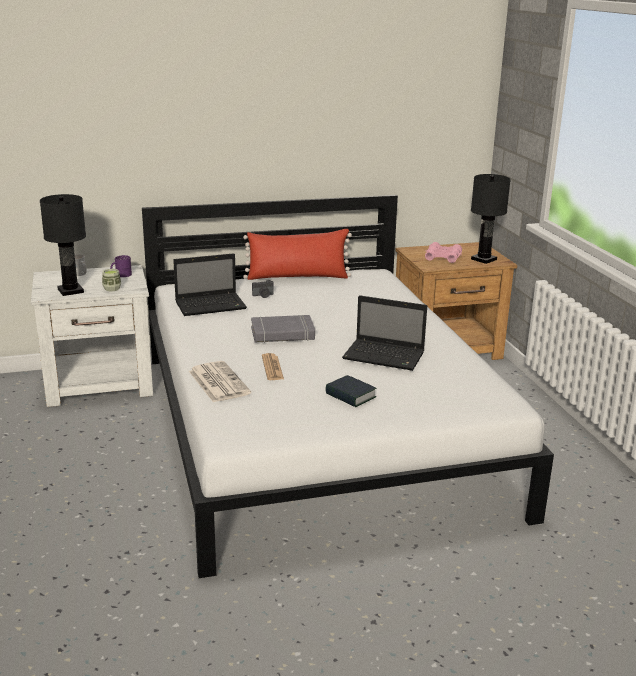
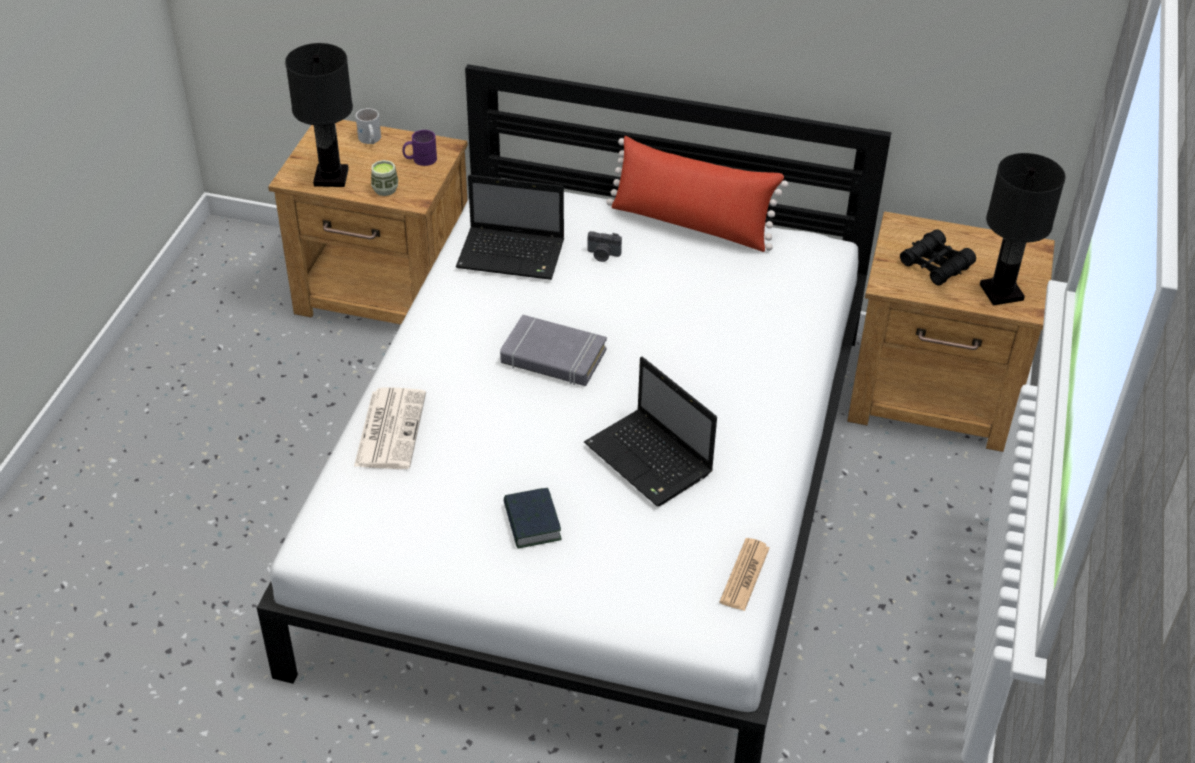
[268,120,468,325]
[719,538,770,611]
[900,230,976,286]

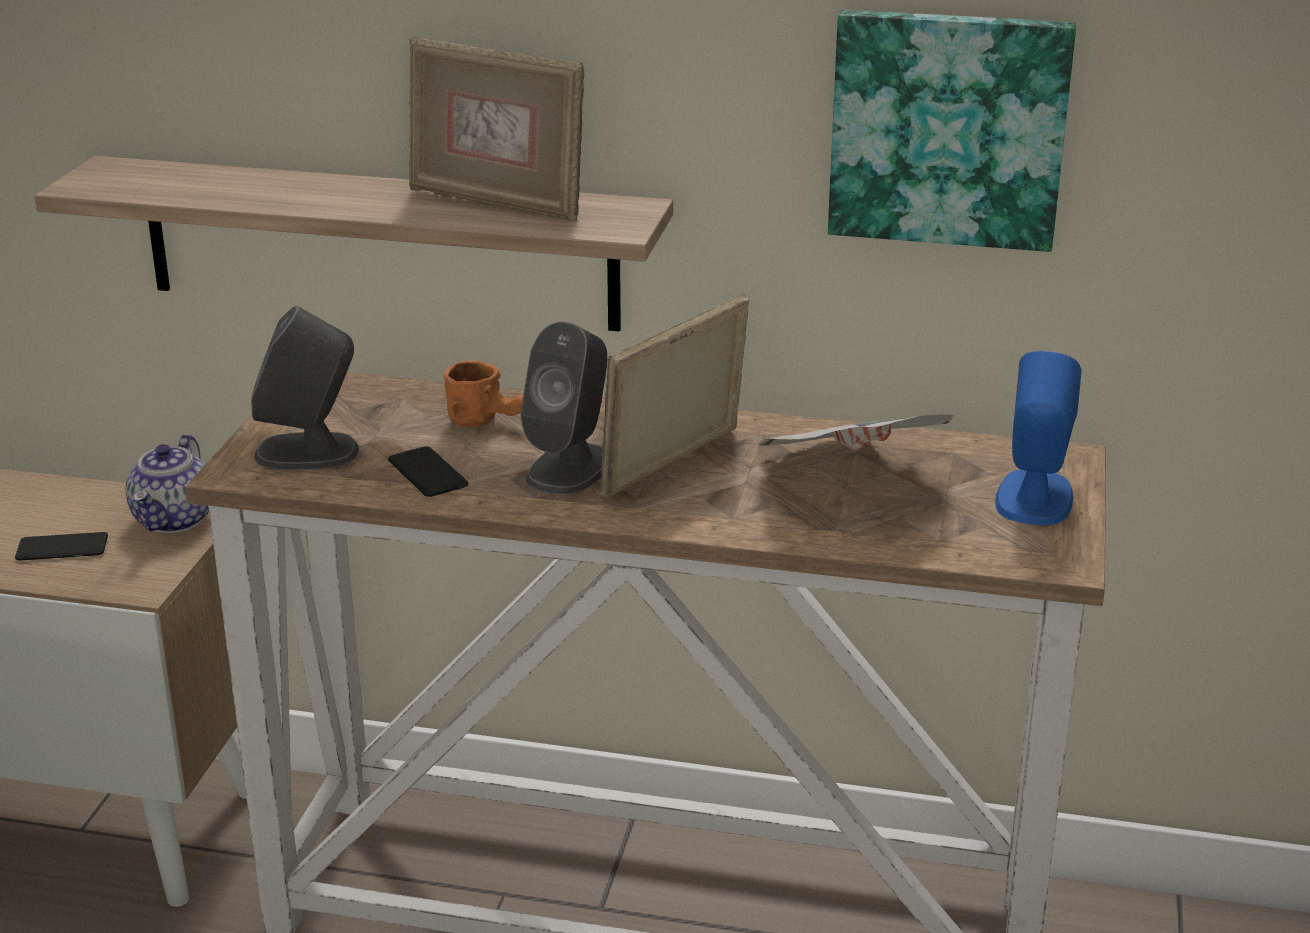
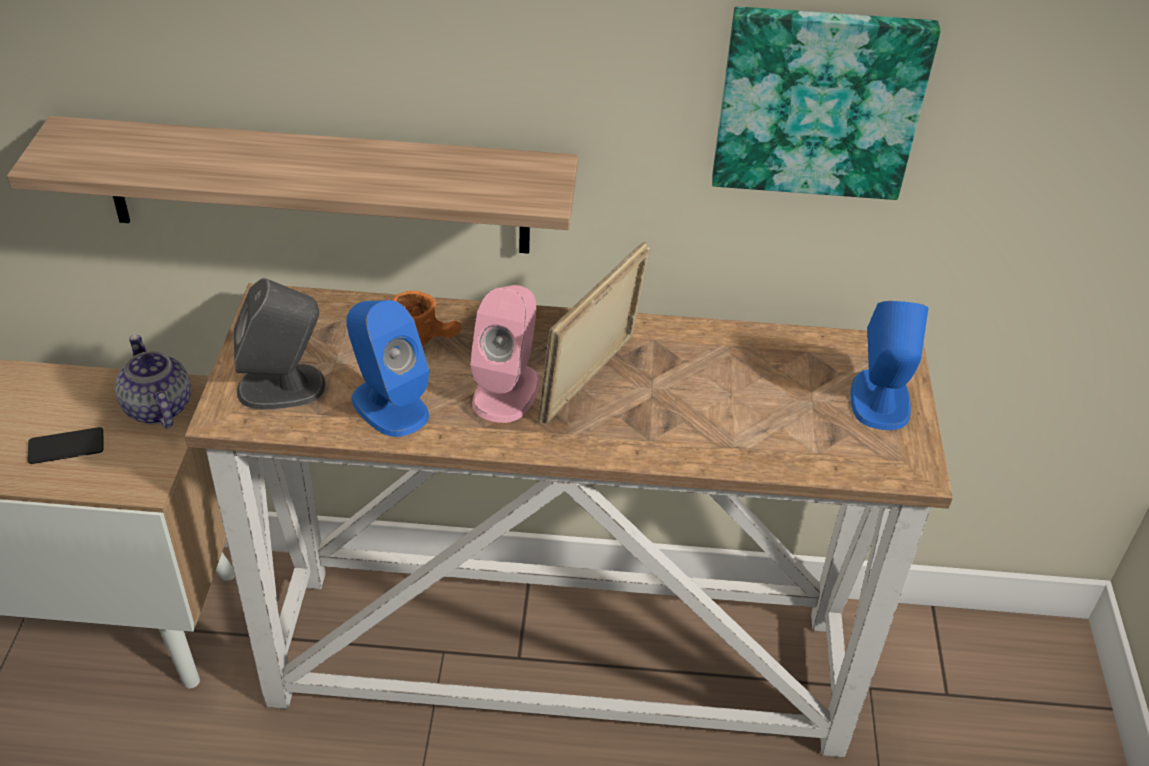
[115,335,191,429]
[347,300,429,437]
[409,36,584,221] (first image)
[470,285,540,423]
[759,415,954,451] (first image)

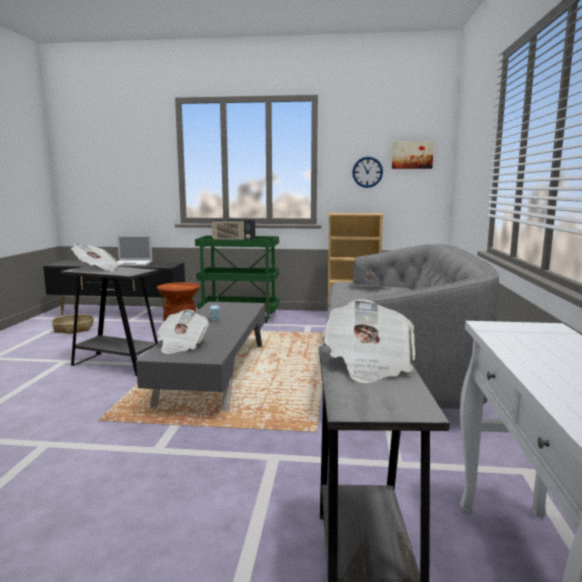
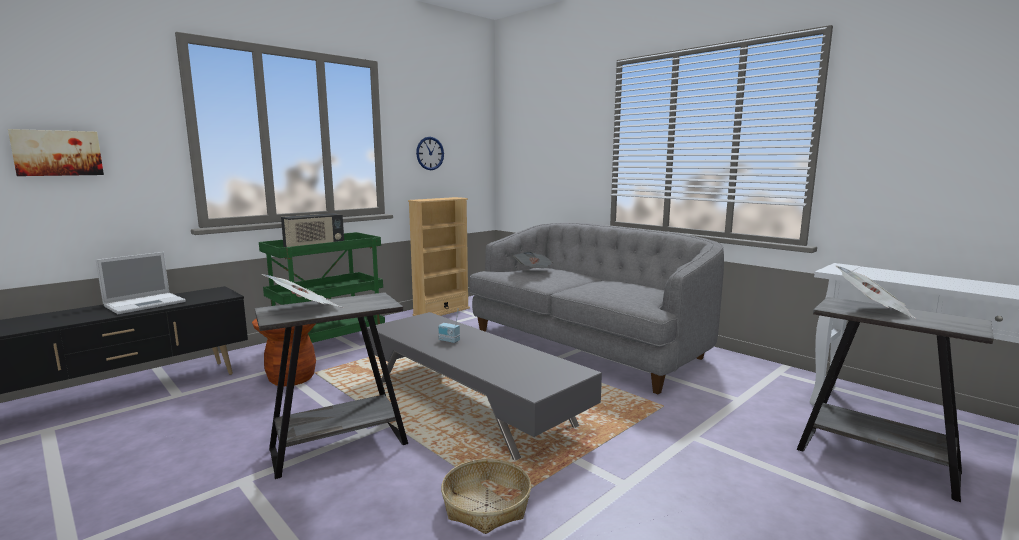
[441,459,531,534]
[157,310,209,354] (first image)
[8,129,104,176]

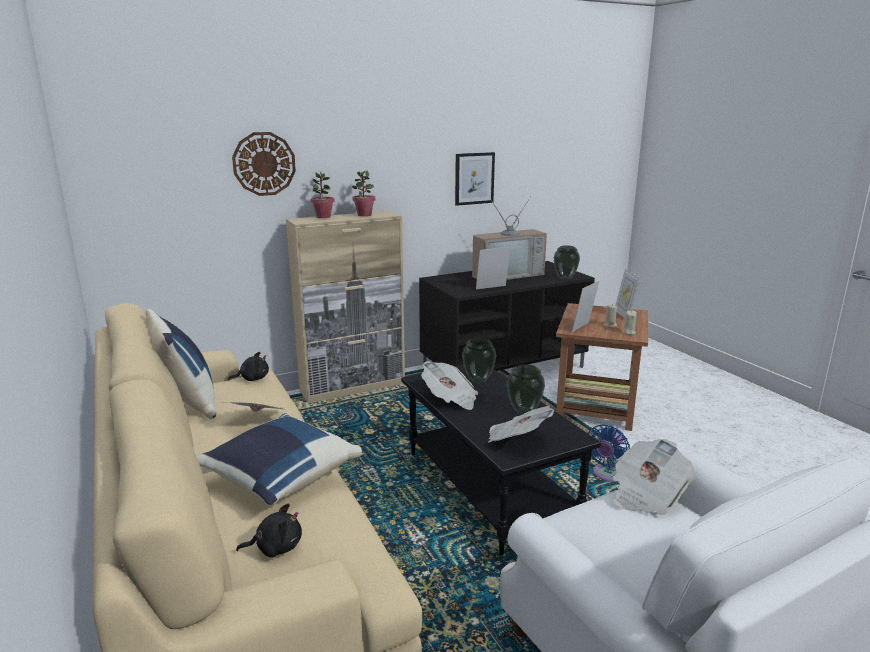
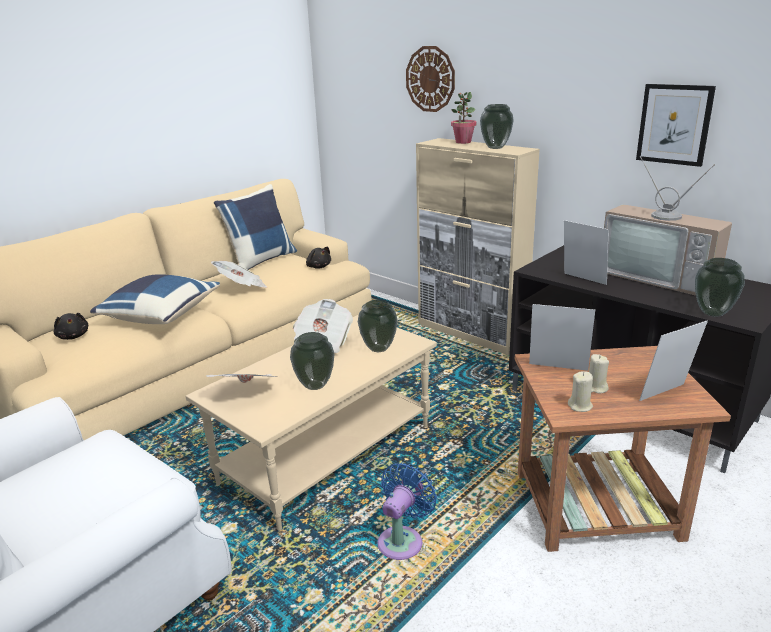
[480,104,514,149]
[185,315,437,530]
[377,463,437,560]
[613,439,695,515] (first image)

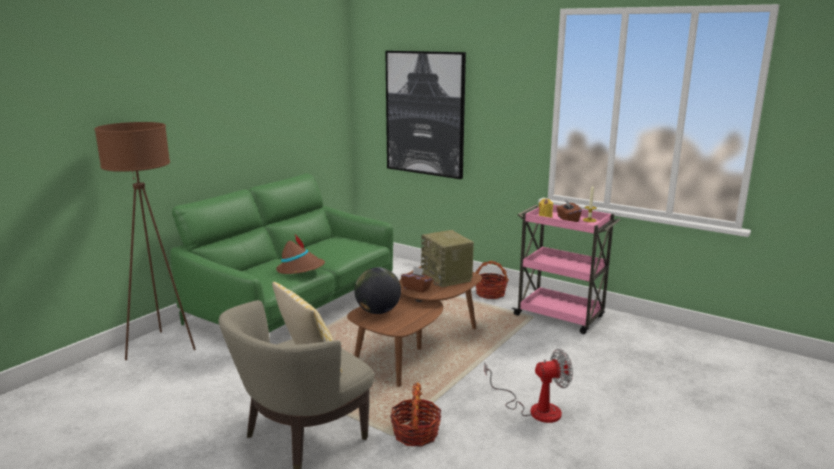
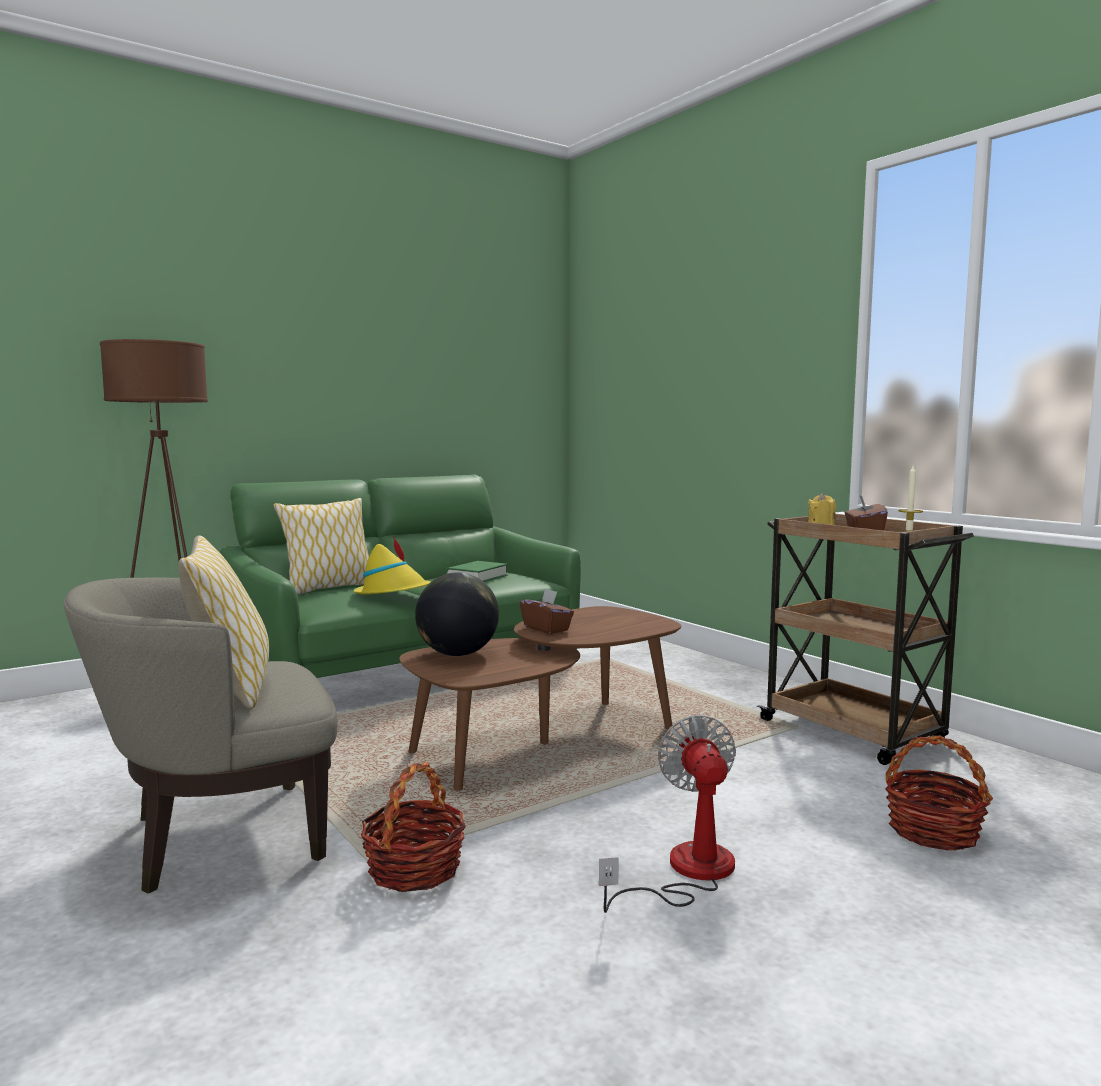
[353,536,431,595]
[385,51,466,179] (first image)
[421,230,474,287] (first image)
[885,735,993,851]
[599,715,736,913]
[757,513,974,765]
[274,498,369,595]
[446,561,508,582]

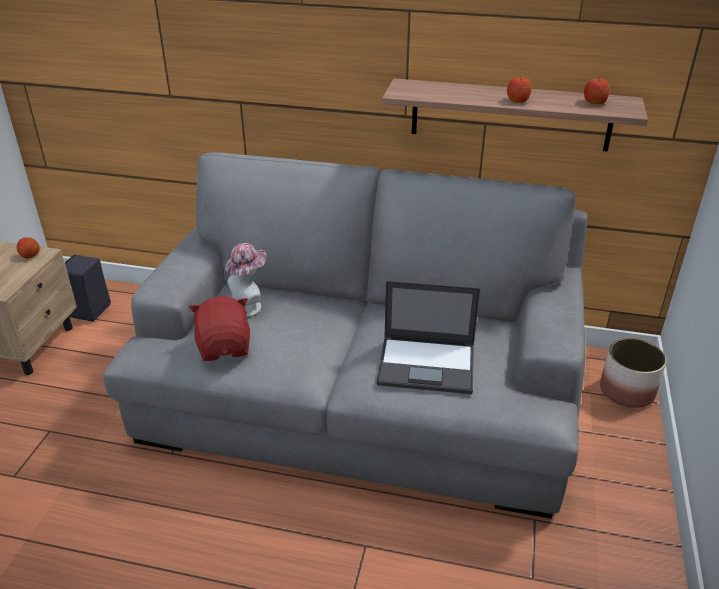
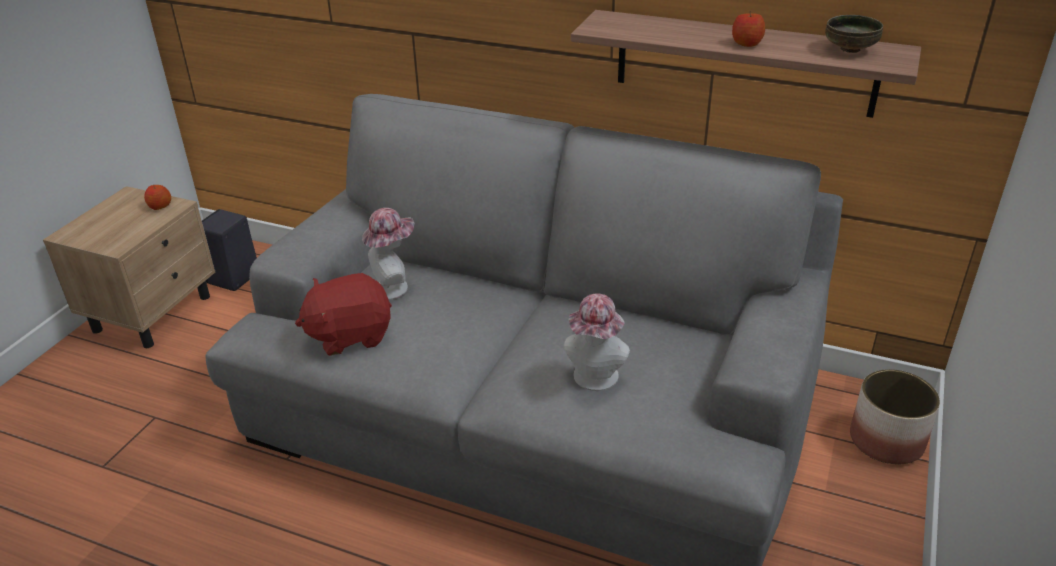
[295,273,392,356]
[564,293,630,391]
[825,15,883,53]

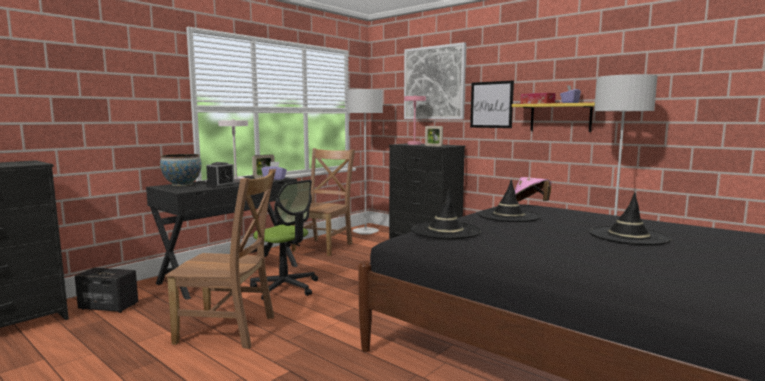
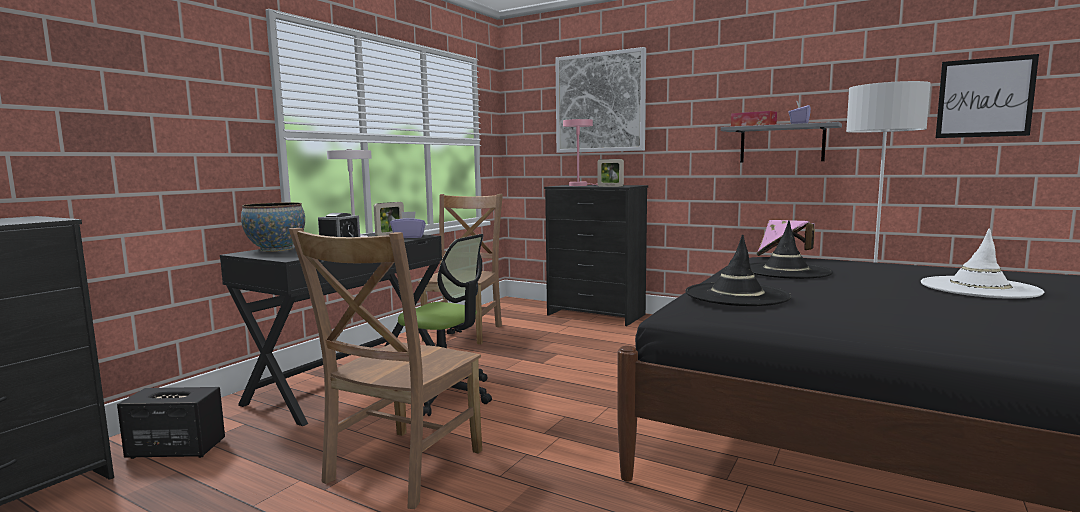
[289,228,482,509]
[347,89,383,235] (first image)
[935,54,1039,138]
[721,122,842,162]
[921,228,1044,299]

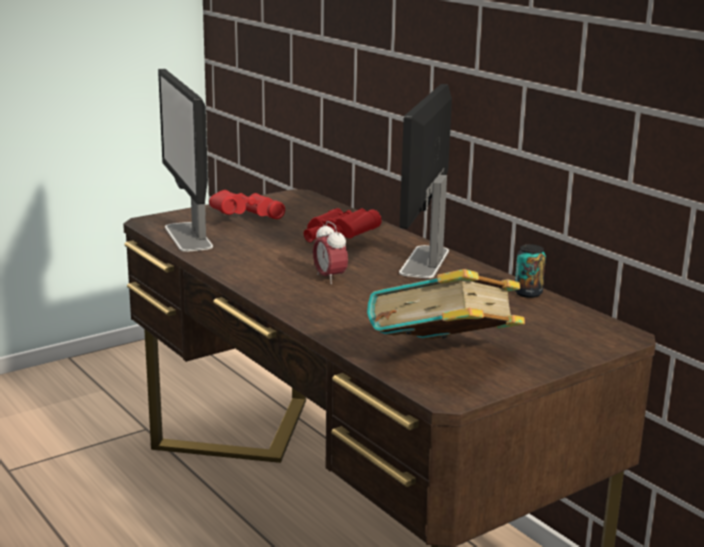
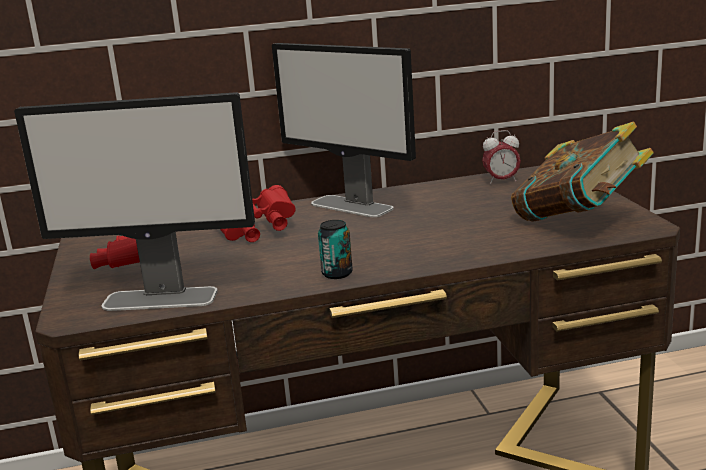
[482,130,521,184]
[318,220,353,279]

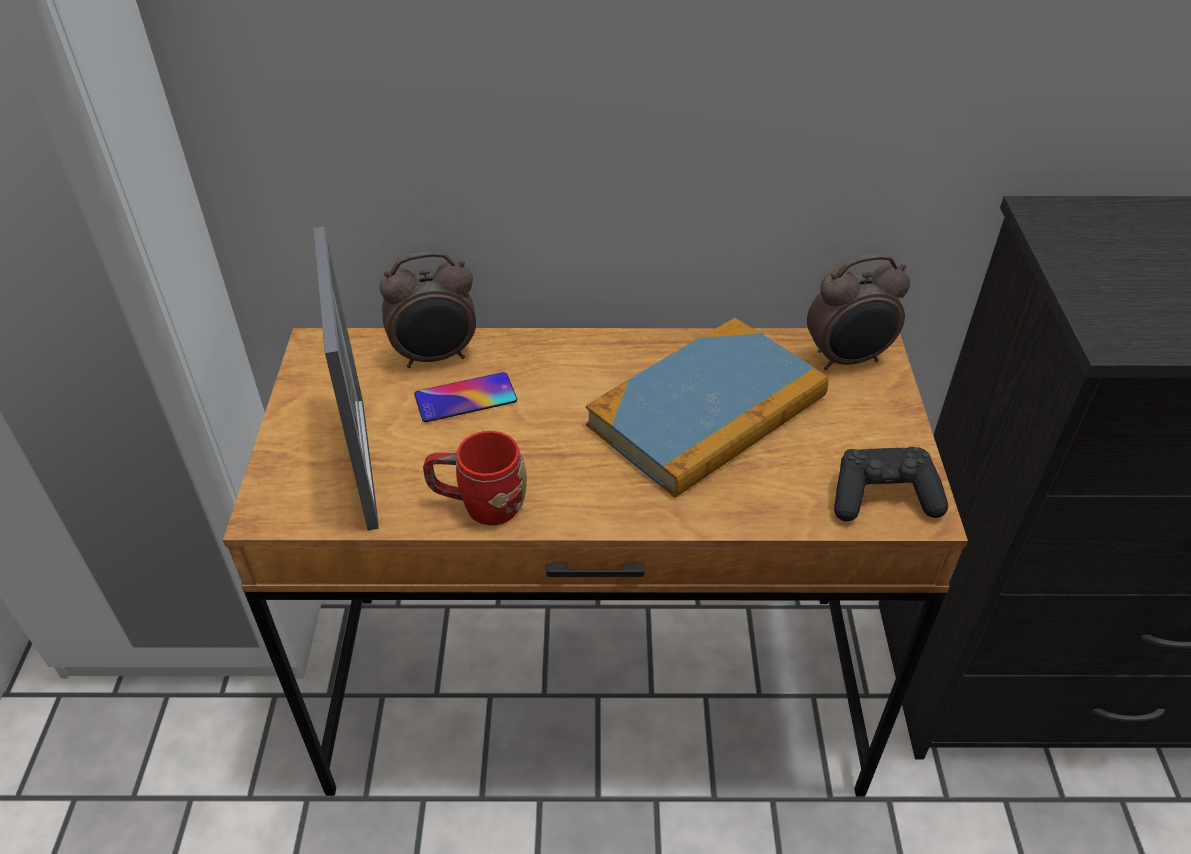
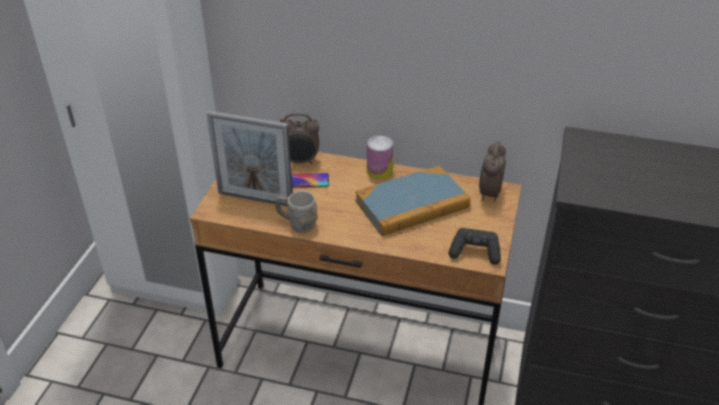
[206,111,293,207]
[275,191,317,233]
[479,141,506,201]
[367,136,394,180]

